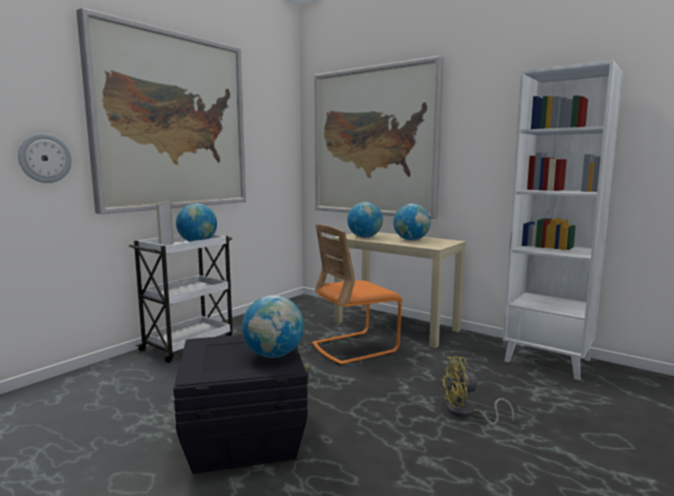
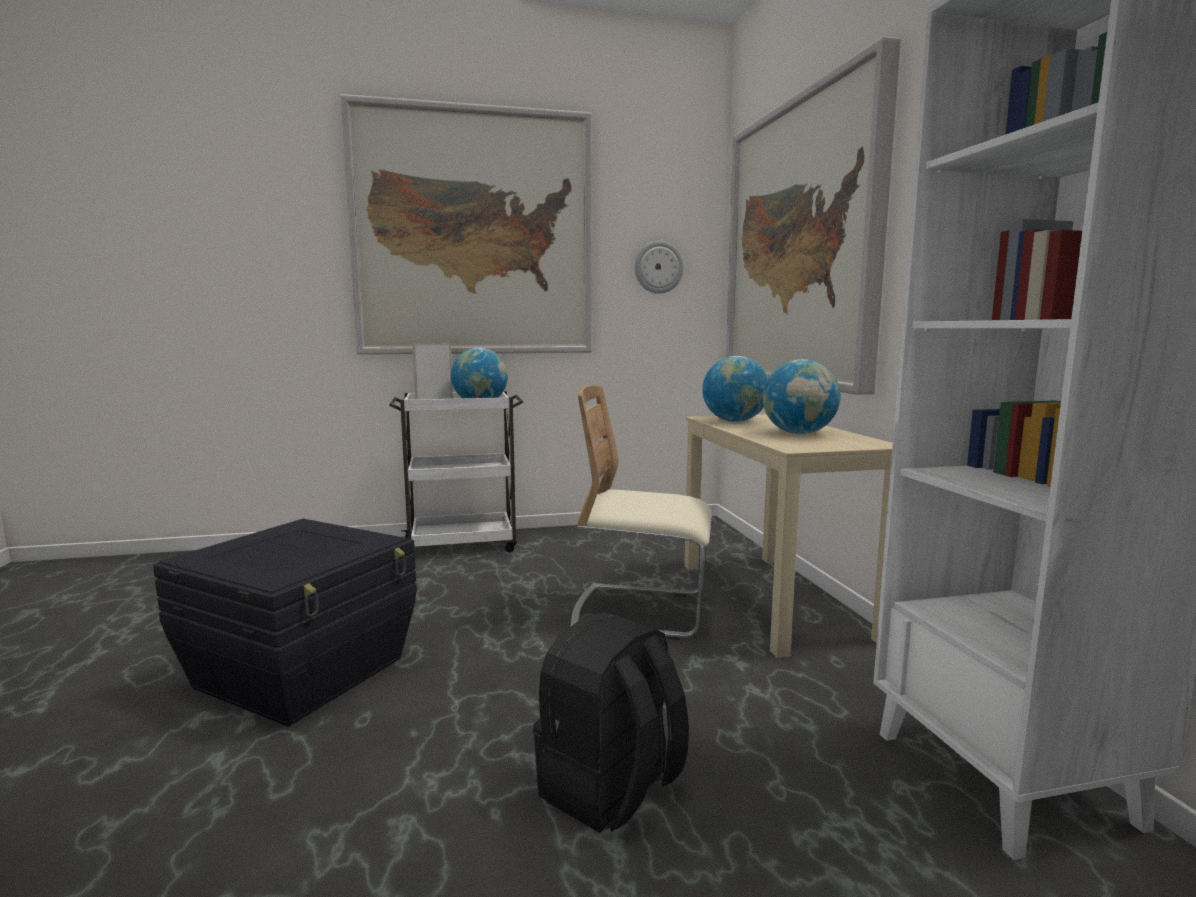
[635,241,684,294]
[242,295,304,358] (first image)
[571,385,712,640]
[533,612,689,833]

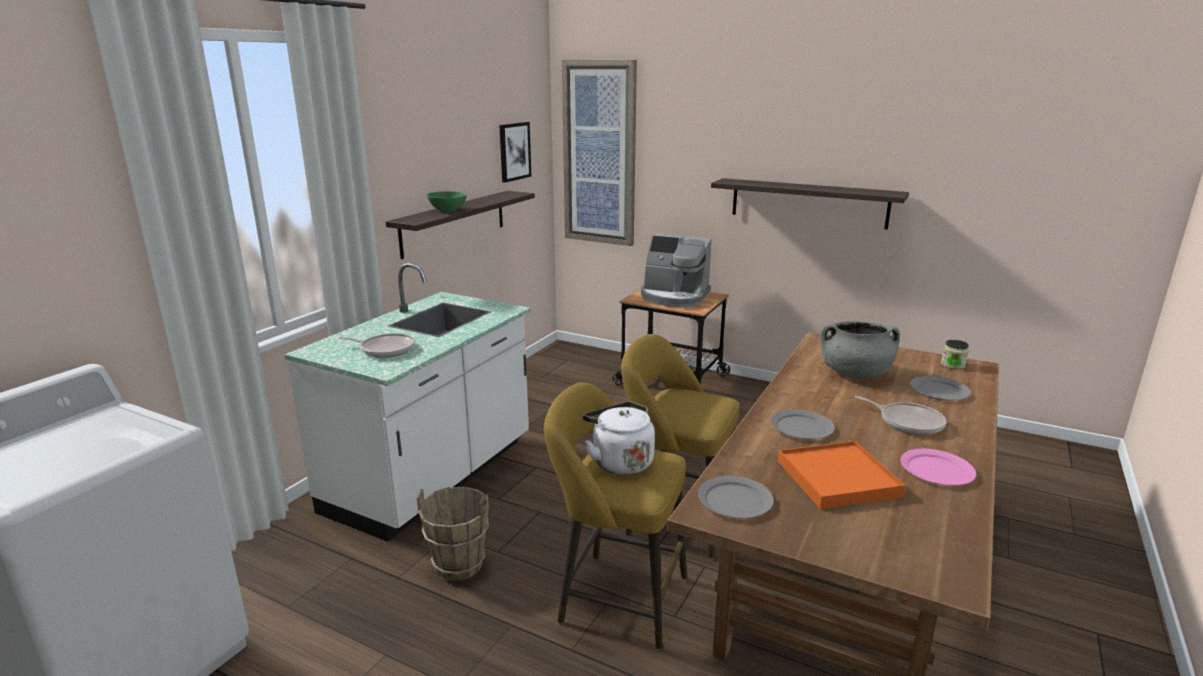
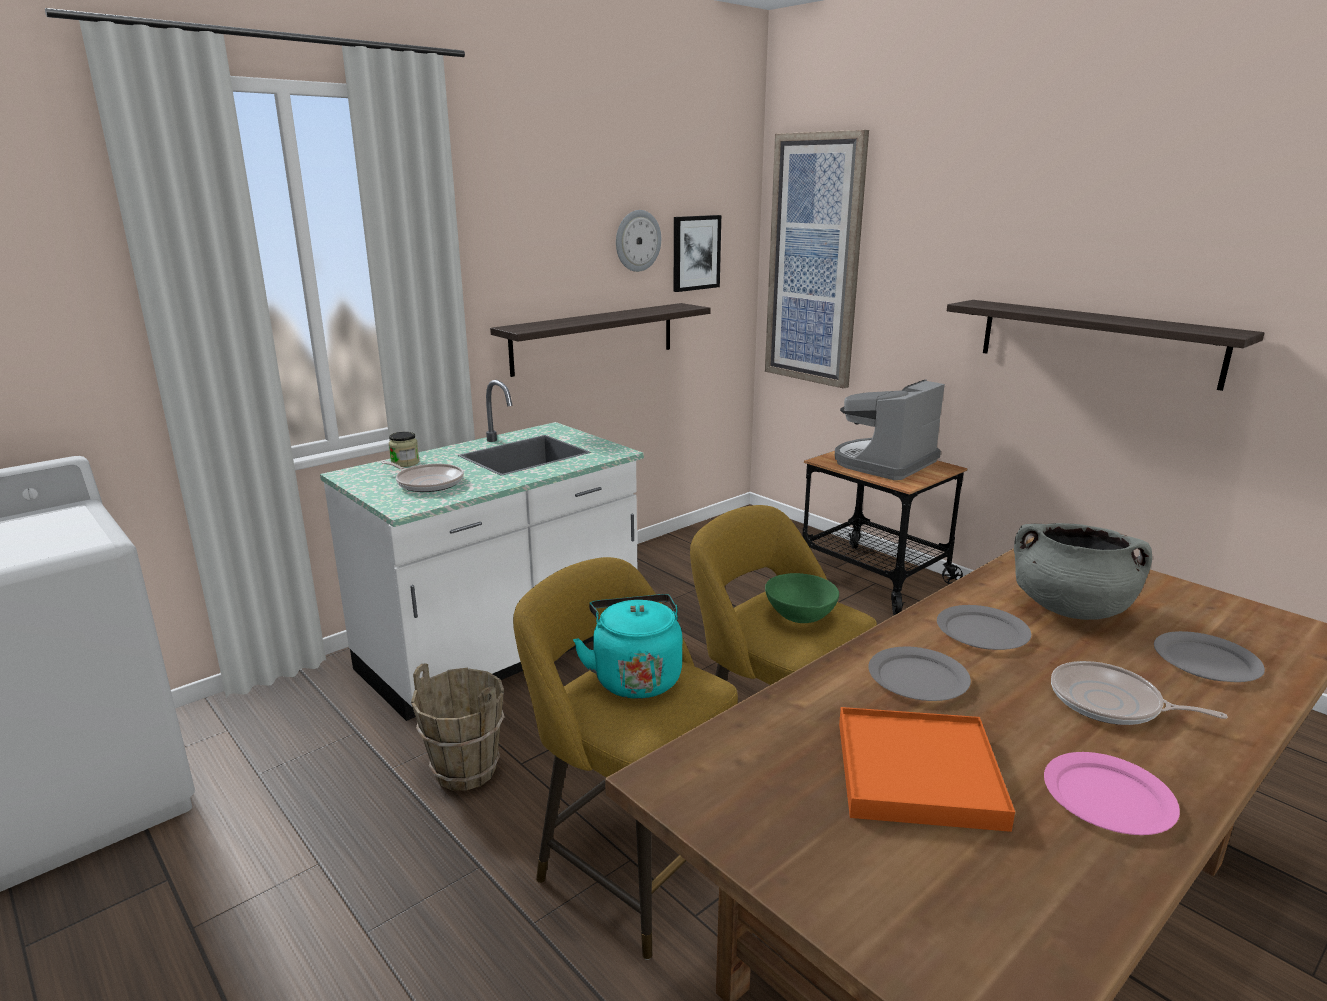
[765,573,839,623]
[573,594,682,699]
[835,379,945,480]
[937,605,1031,650]
[1051,661,1228,725]
[389,432,419,467]
[616,210,661,272]

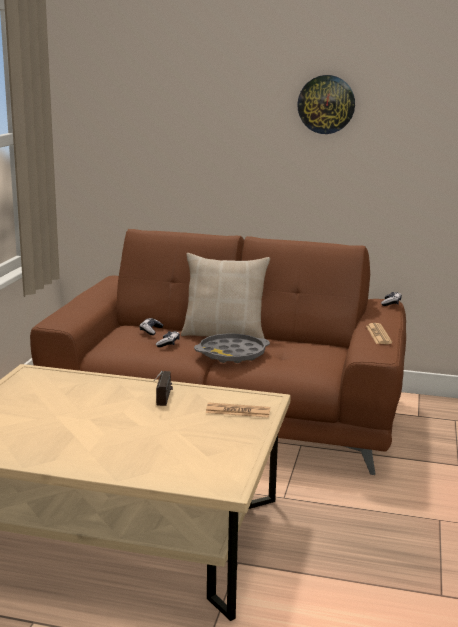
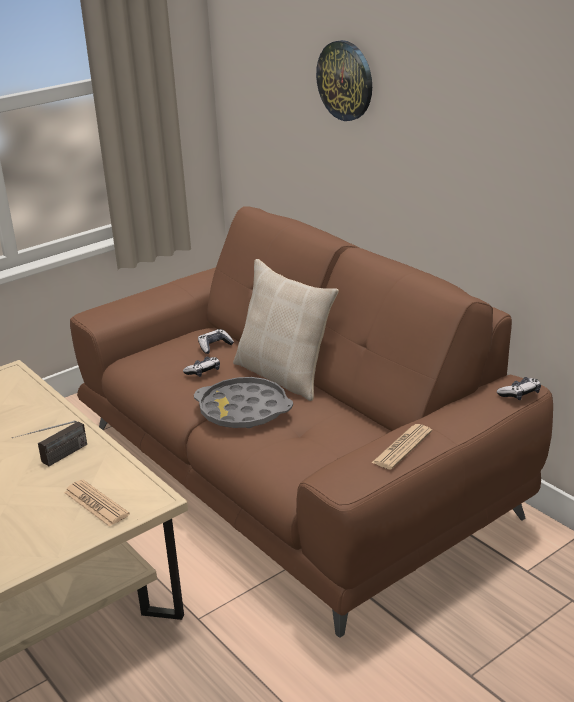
[316,40,372,121]

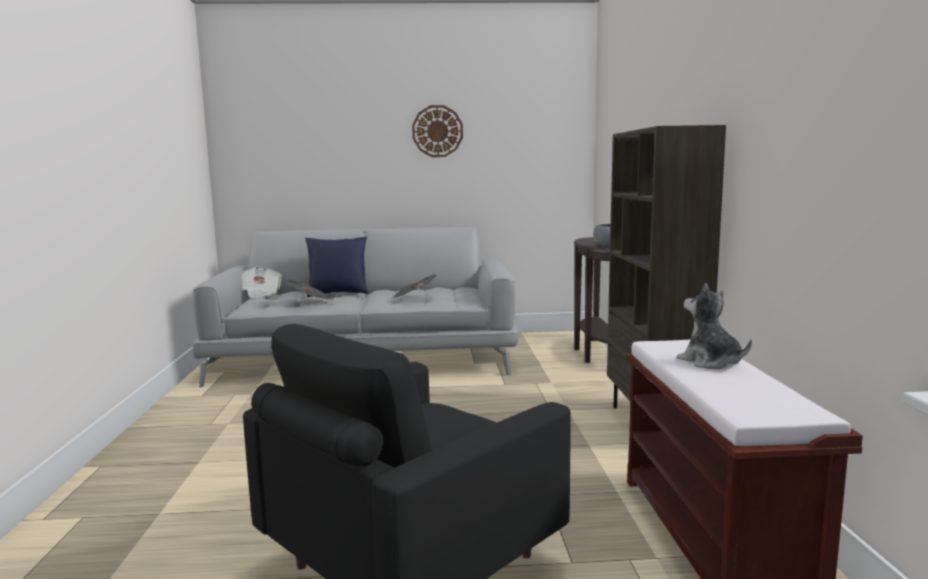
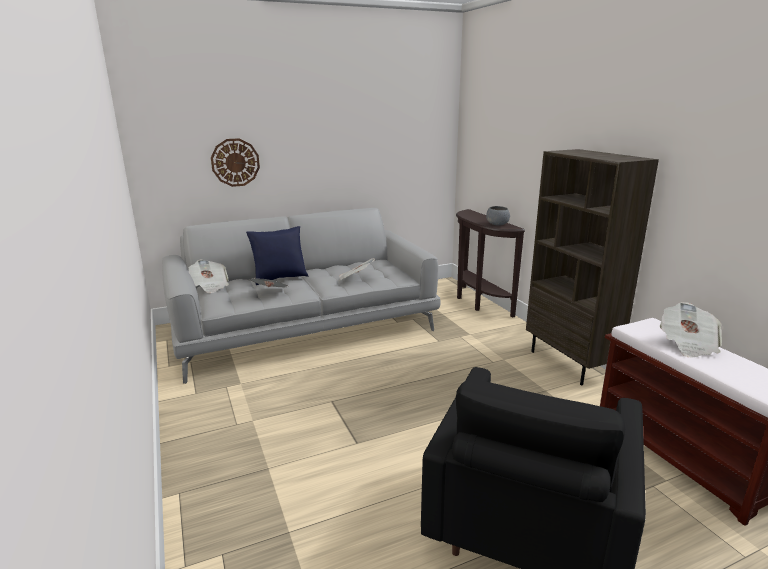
[211,138,260,187]
[660,302,722,357]

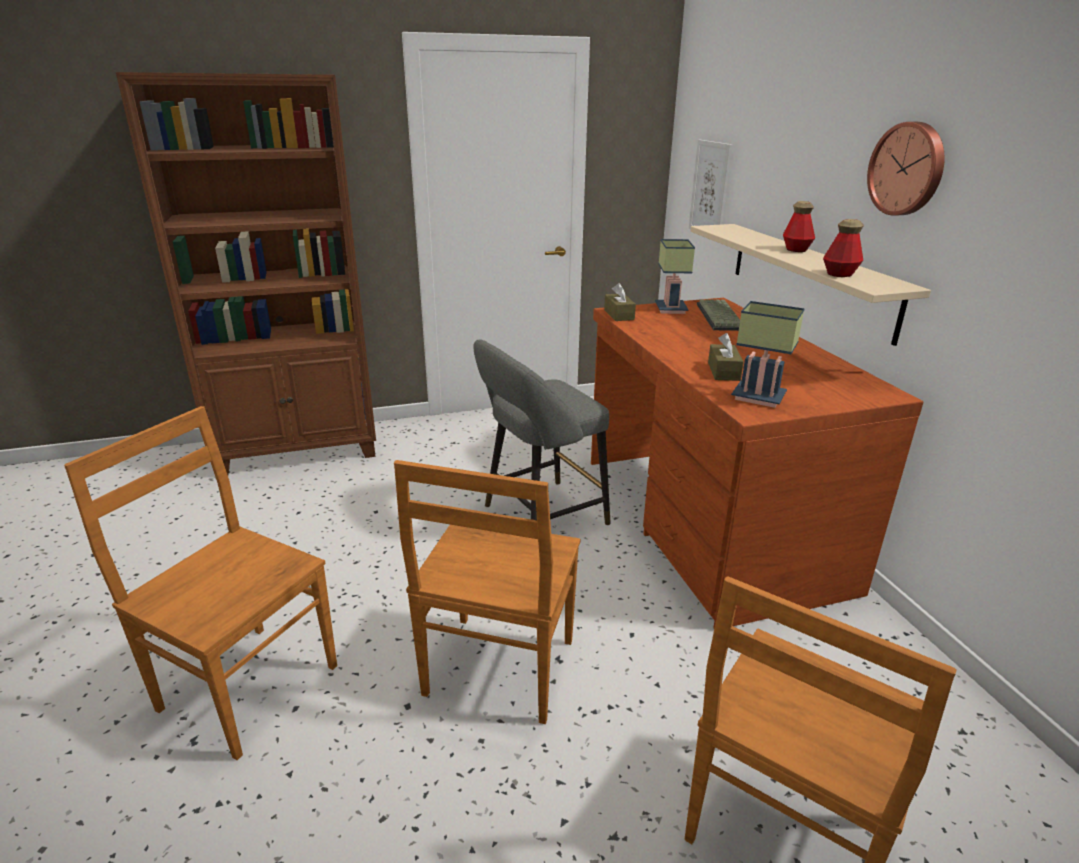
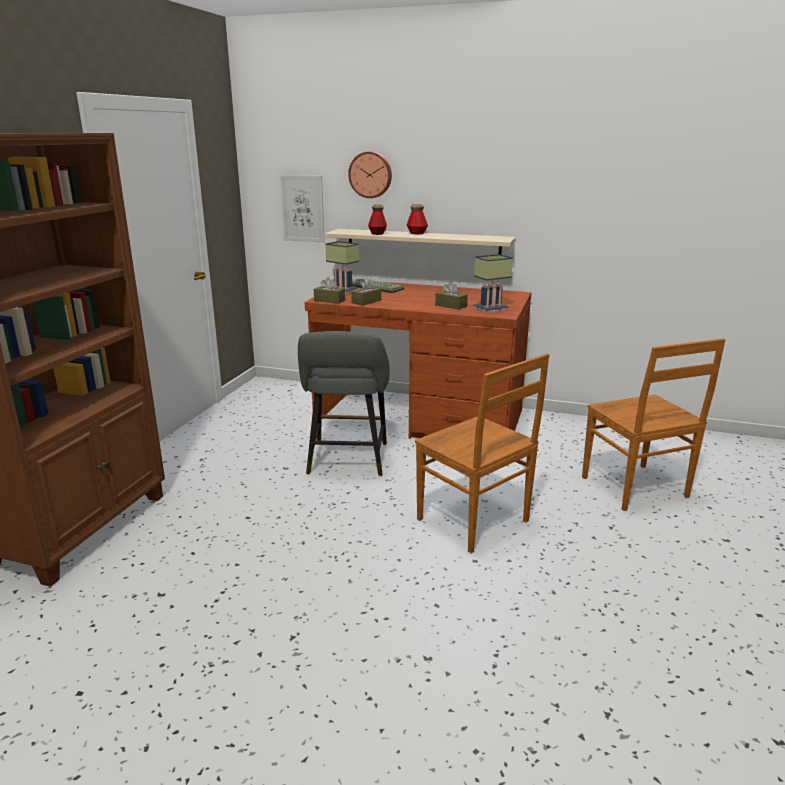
[64,406,337,760] (first image)
[368,204,387,235]
[348,151,392,198]
[351,278,381,306]

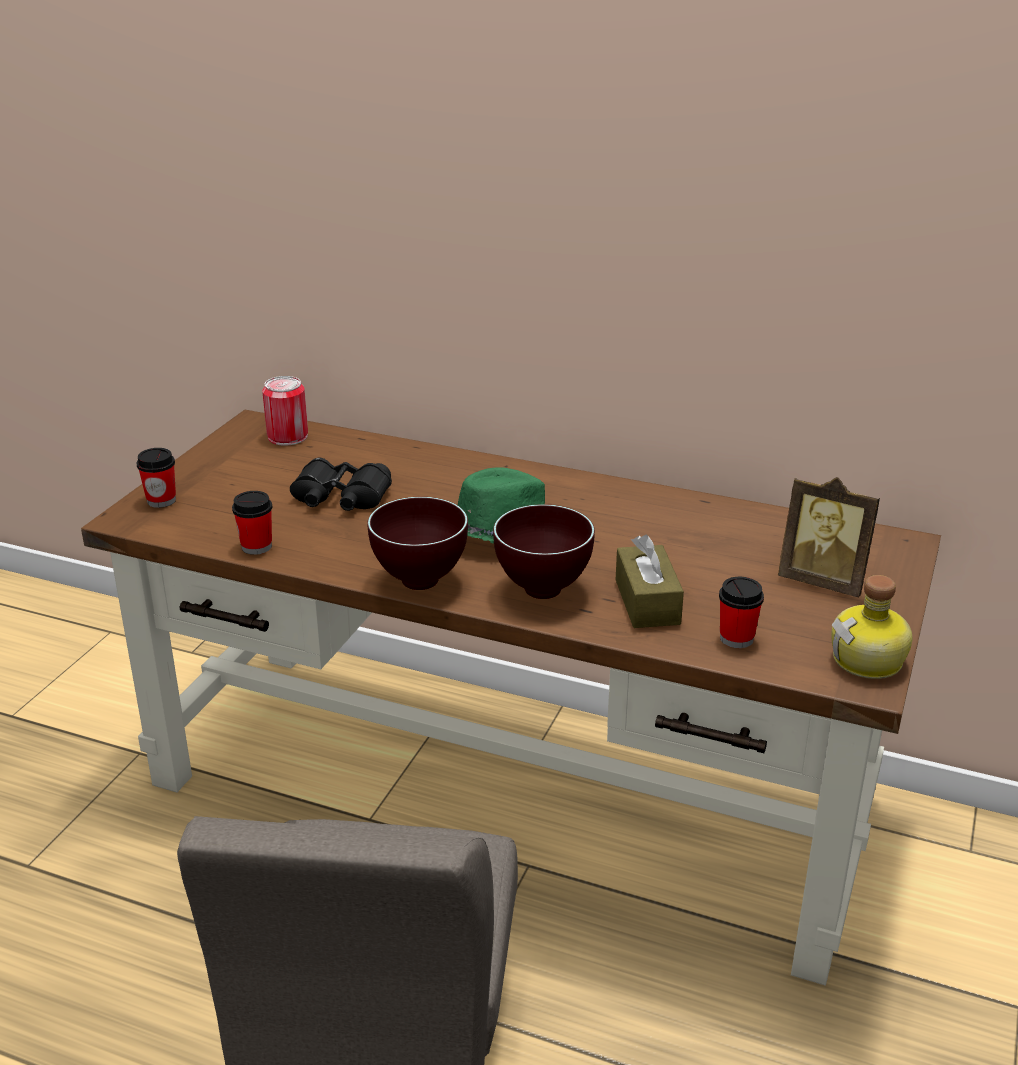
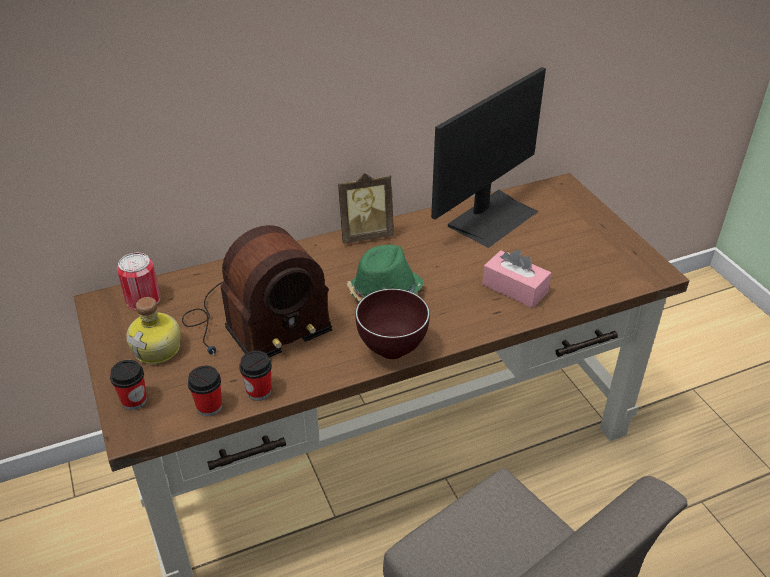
[182,225,332,357]
[493,504,595,599] (first image)
[482,249,551,308]
[188,366,222,417]
[338,173,394,244]
[126,297,180,364]
[431,67,546,248]

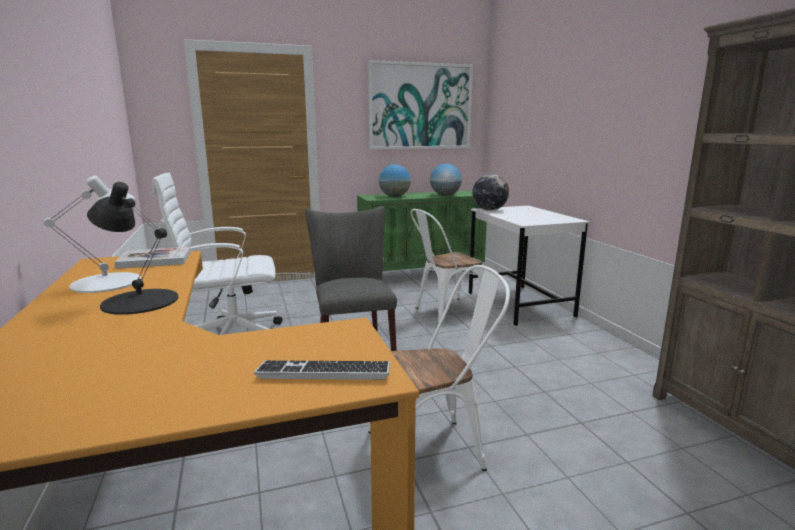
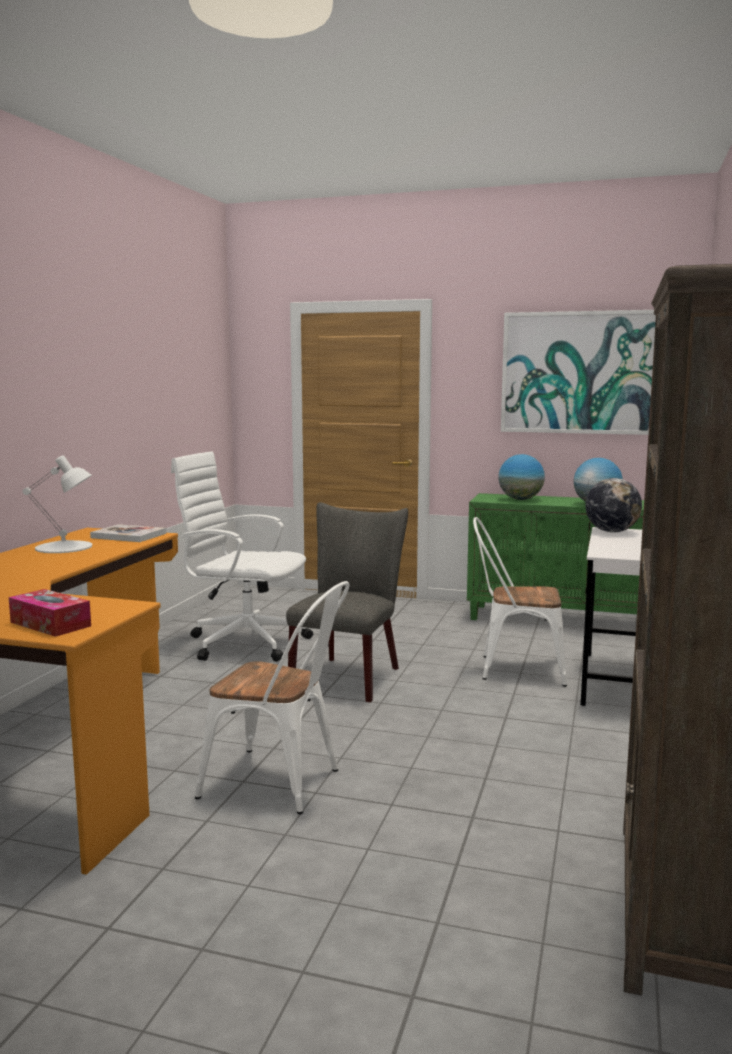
[87,182,179,315] (first image)
[9,589,91,637]

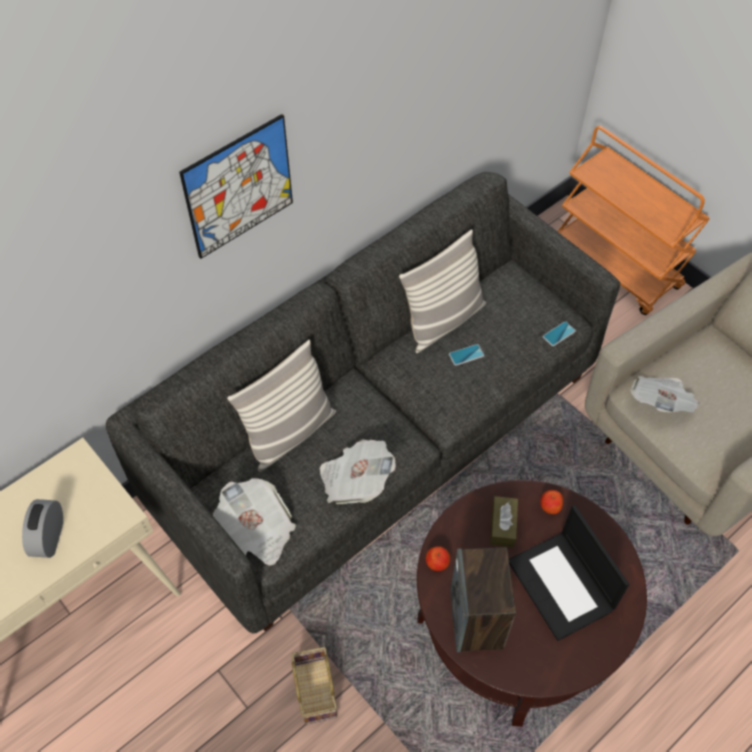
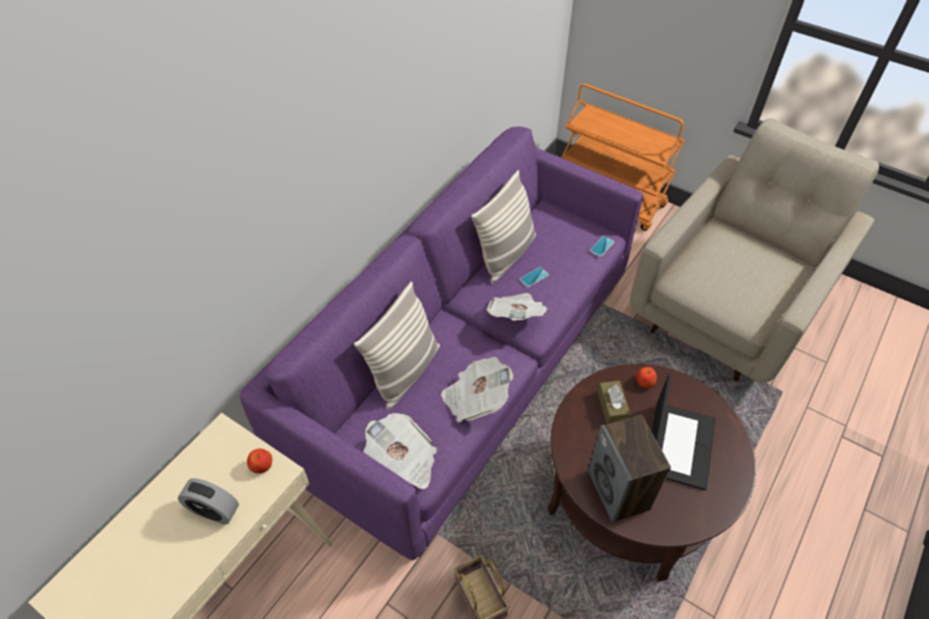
[178,478,239,525]
[240,127,643,560]
[179,114,293,259] (first image)
[247,449,272,474]
[652,373,715,490]
[487,293,548,321]

